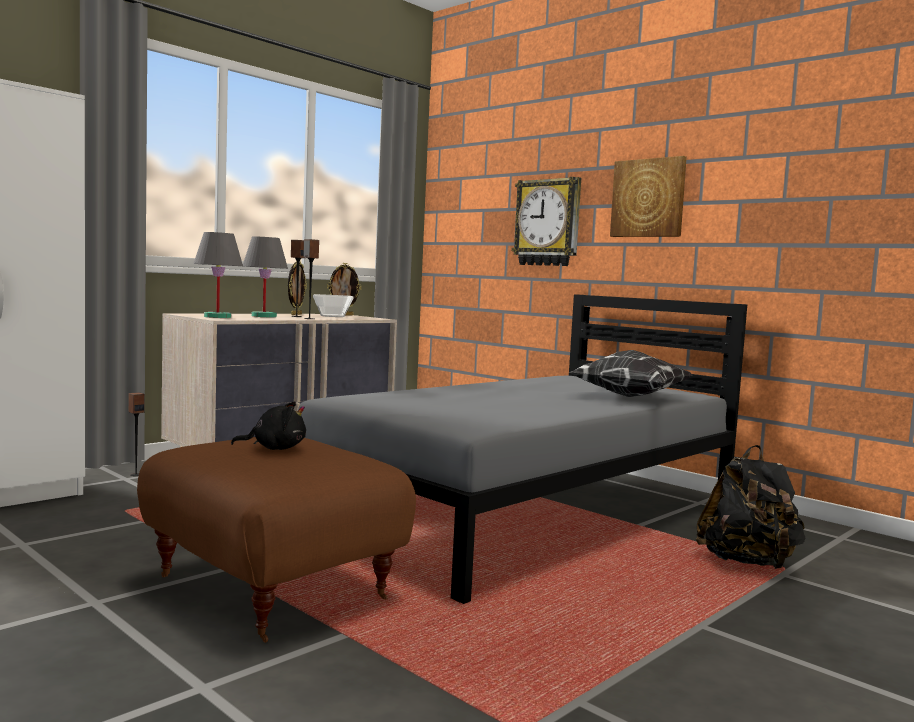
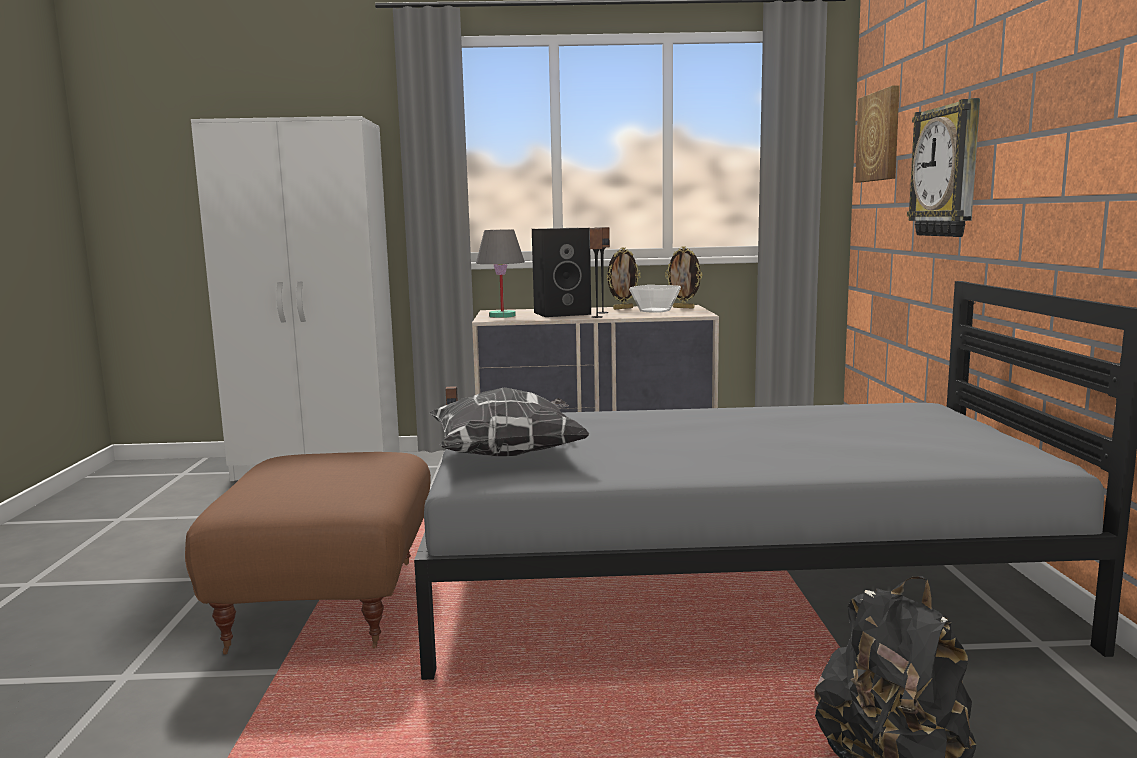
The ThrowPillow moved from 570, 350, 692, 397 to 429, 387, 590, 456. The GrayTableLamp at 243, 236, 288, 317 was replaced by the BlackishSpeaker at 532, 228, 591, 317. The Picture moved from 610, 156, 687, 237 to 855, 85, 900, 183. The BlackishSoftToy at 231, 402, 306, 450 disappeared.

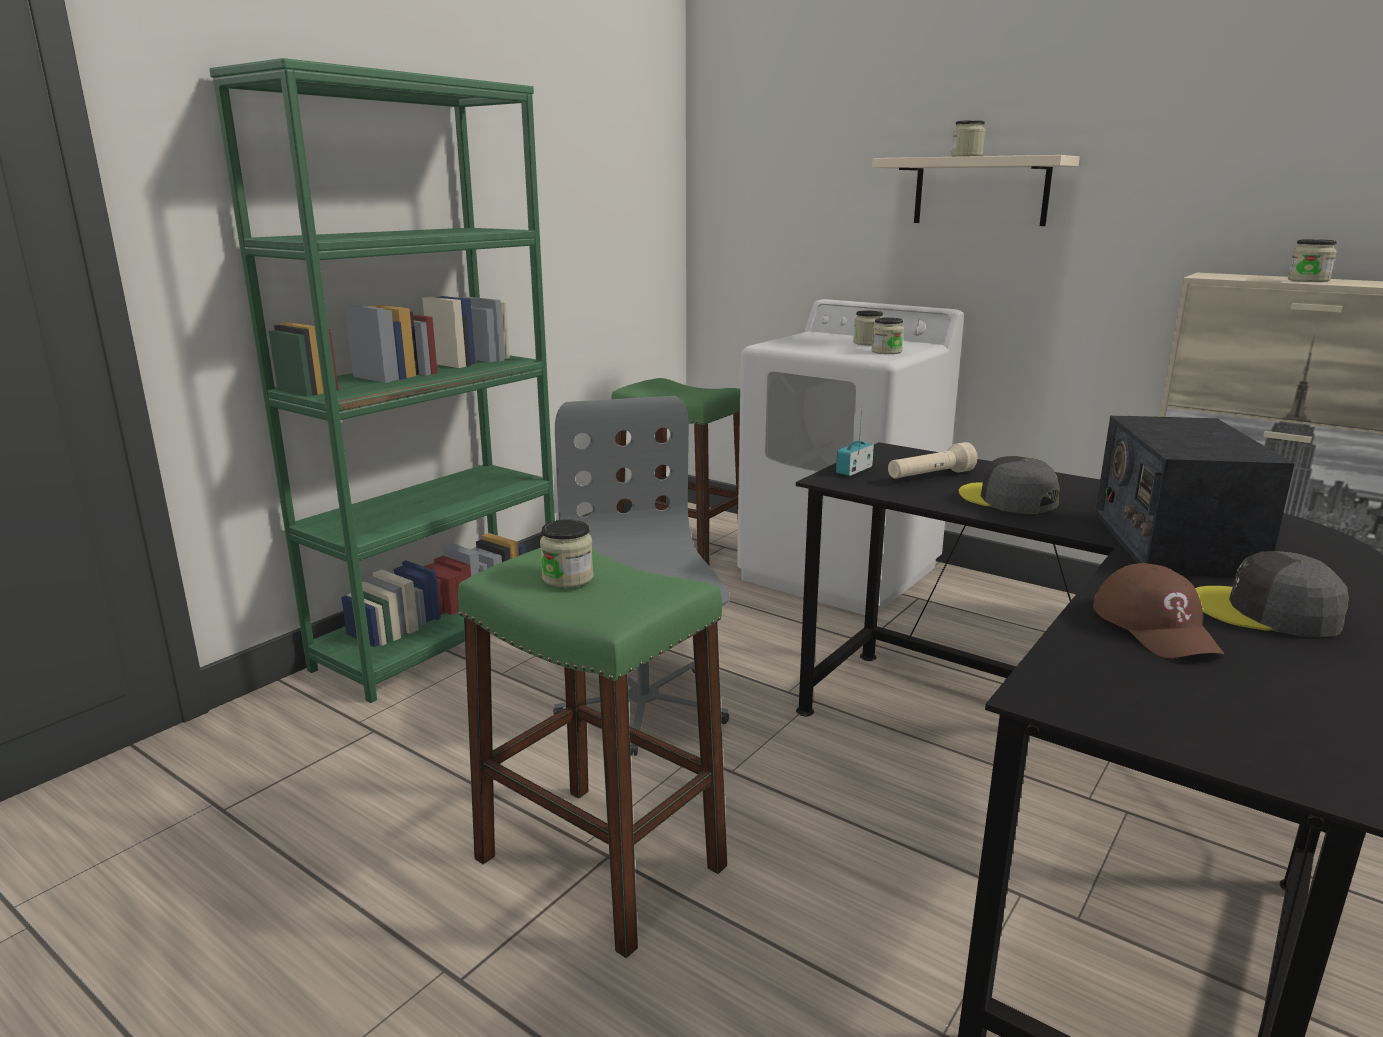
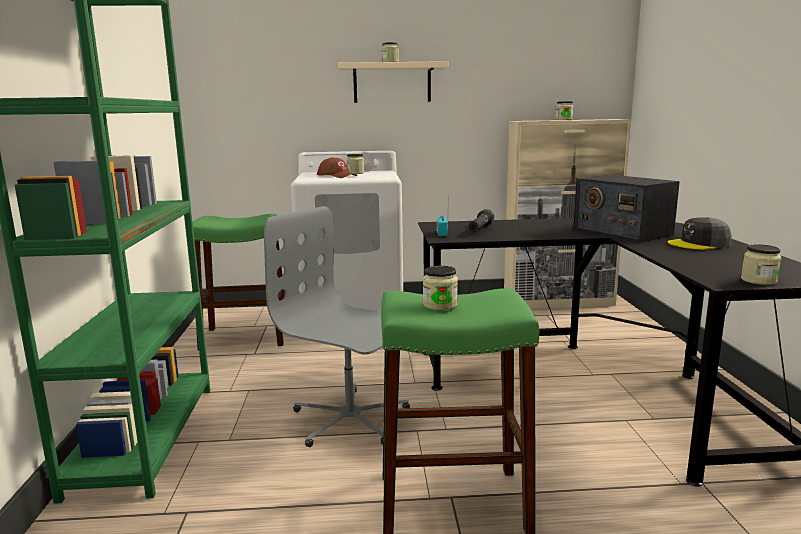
The BrownPeakedCap moved from 1093, 563, 1225, 658 to 317, 157, 357, 178. The BeigeHandTorch at 888, 442, 977, 479 became the BlackishHandTorch at 468, 209, 494, 232. The Jar moved from 871, 317, 904, 354 to 741, 244, 782, 285. The GrayPeakedCap at 959, 456, 1060, 514 disappeared.

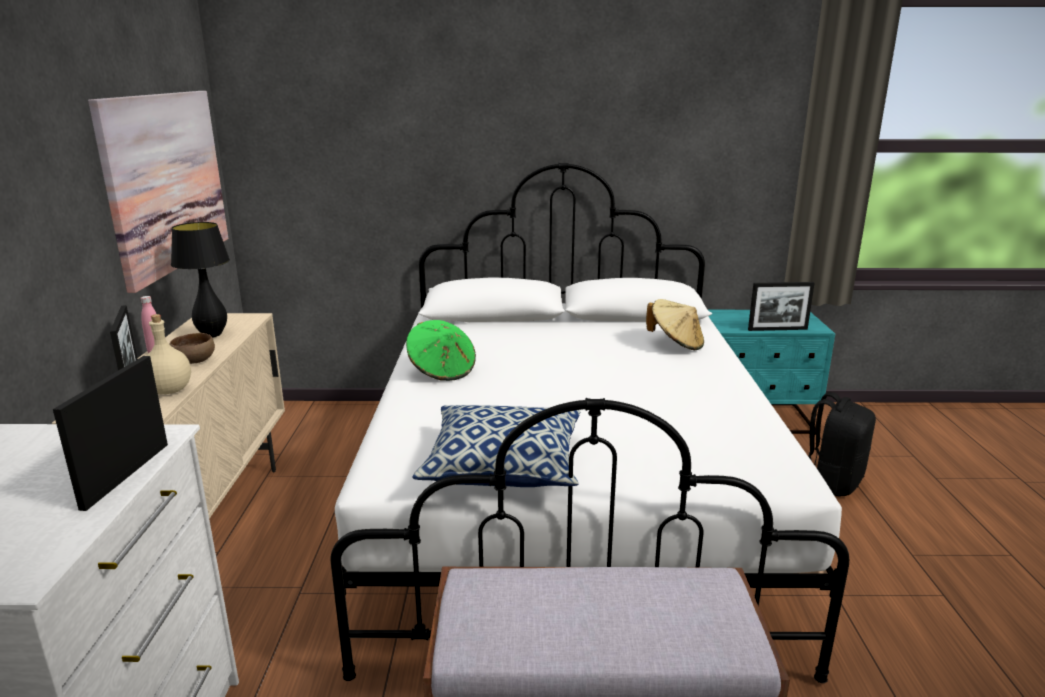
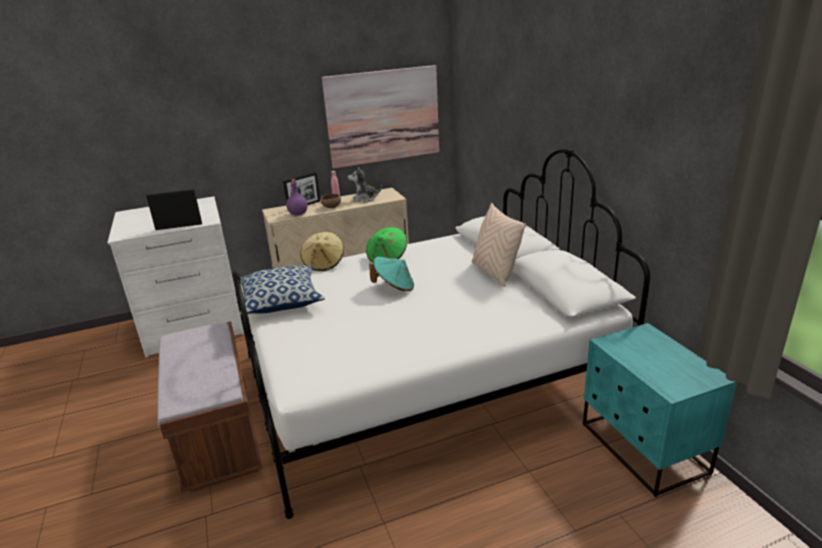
The BeigeBottle at 147, 314, 191, 394 became the PurpleBottle at 286, 179, 308, 216. The BeigeHat moved from 646, 299, 704, 350 to 300, 232, 344, 271. The BlackishTableLamp at 171, 222, 230, 338 was replaced by the SoftToy at 348, 167, 382, 203. The BlueGreenHat at 369, 257, 414, 291 appeared. The BeigeThrowPillow at 472, 203, 526, 287 appeared. The StandingFrame at 748, 282, 815, 331 disappeared. The BlackishKnapsack at 808, 392, 876, 496 disappeared.

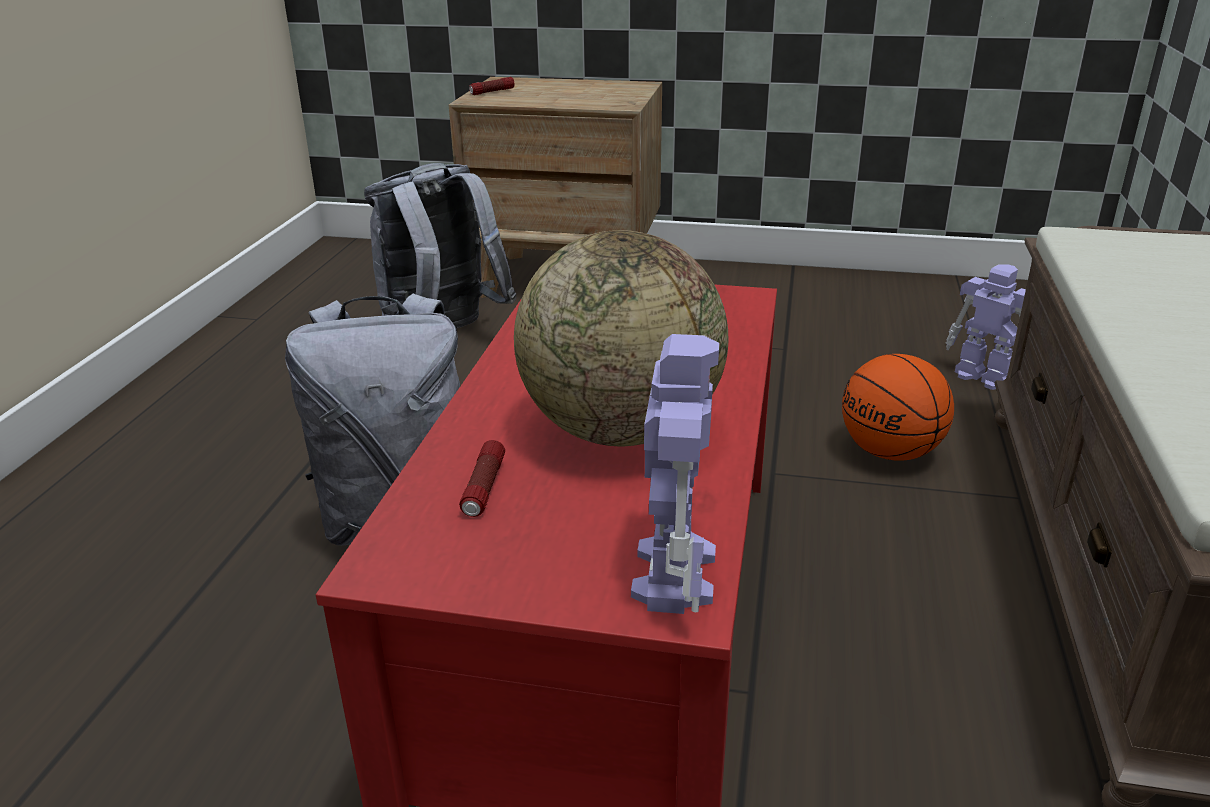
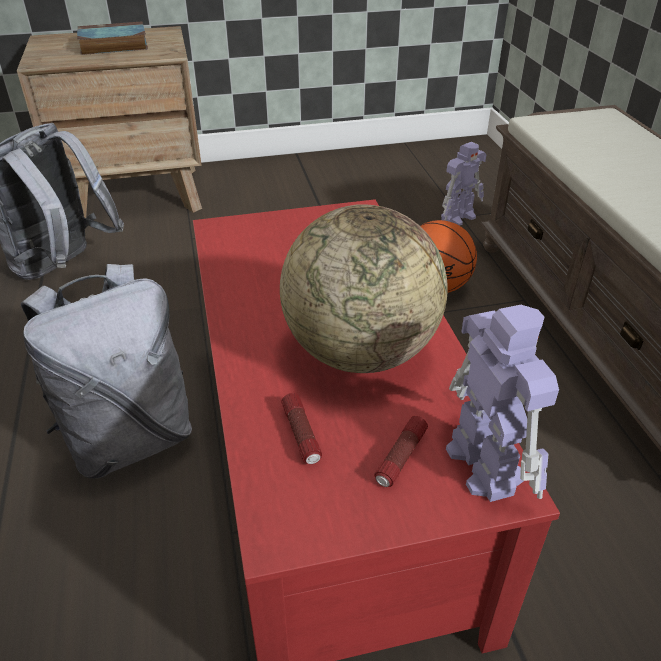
The Volume at 77, 21, 148, 55 appeared. The HandTorch moved from 469, 77, 515, 95 to 375, 416, 428, 487. The RobotFigure at 946, 264, 1026, 390 turned 120 degrees clockwise.

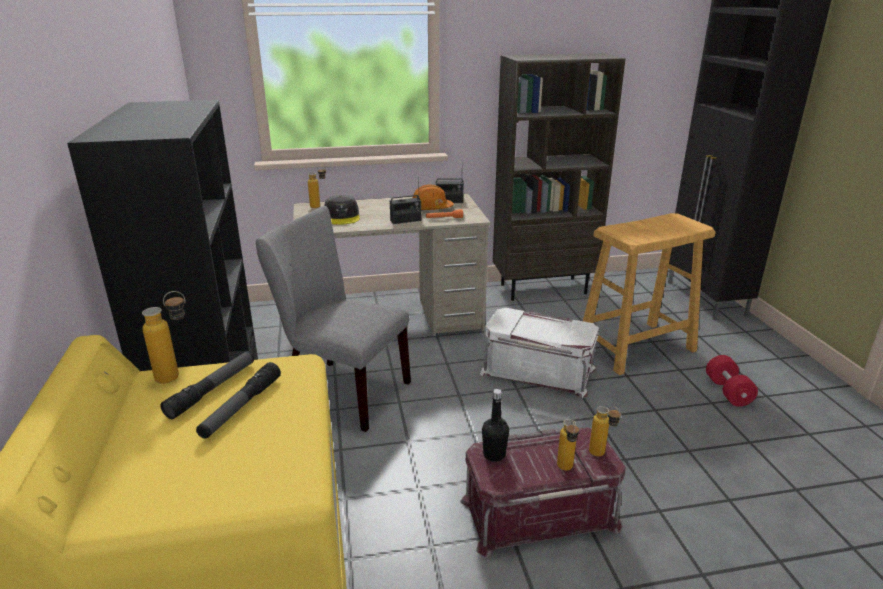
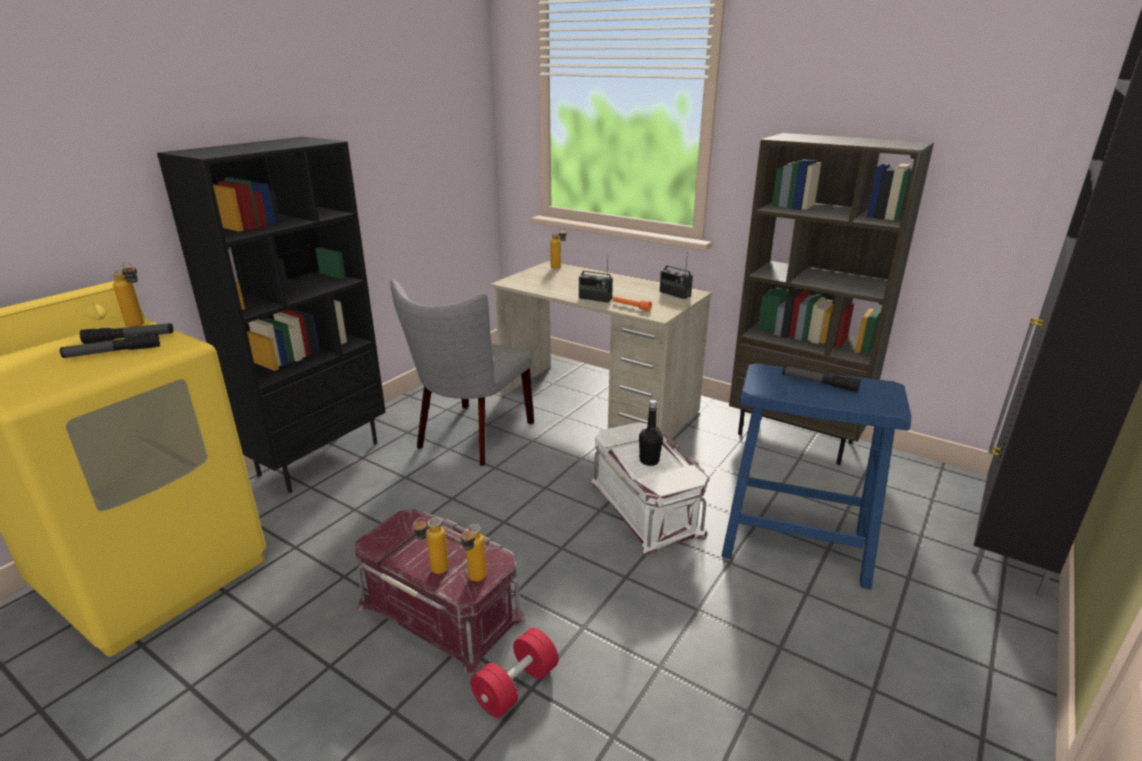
The GrayUprightChair at 256, 206, 411, 432 turned 135 degrees counterclockwise. The RedColouredFreeWeight moved from 706, 355, 758, 407 to 471, 628, 559, 718. The BlackishBottle moved from 482, 389, 509, 462 to 639, 400, 663, 466. The BeigeStool at 583, 213, 716, 375 became the BlueColouredStool at 721, 363, 911, 589. The HandTorch at 782, 366, 861, 393 appeared. The GrayPeakedCap at 324, 195, 360, 225 disappeared. The OrangeColouredSafetyHelmet at 412, 184, 454, 211 disappeared.

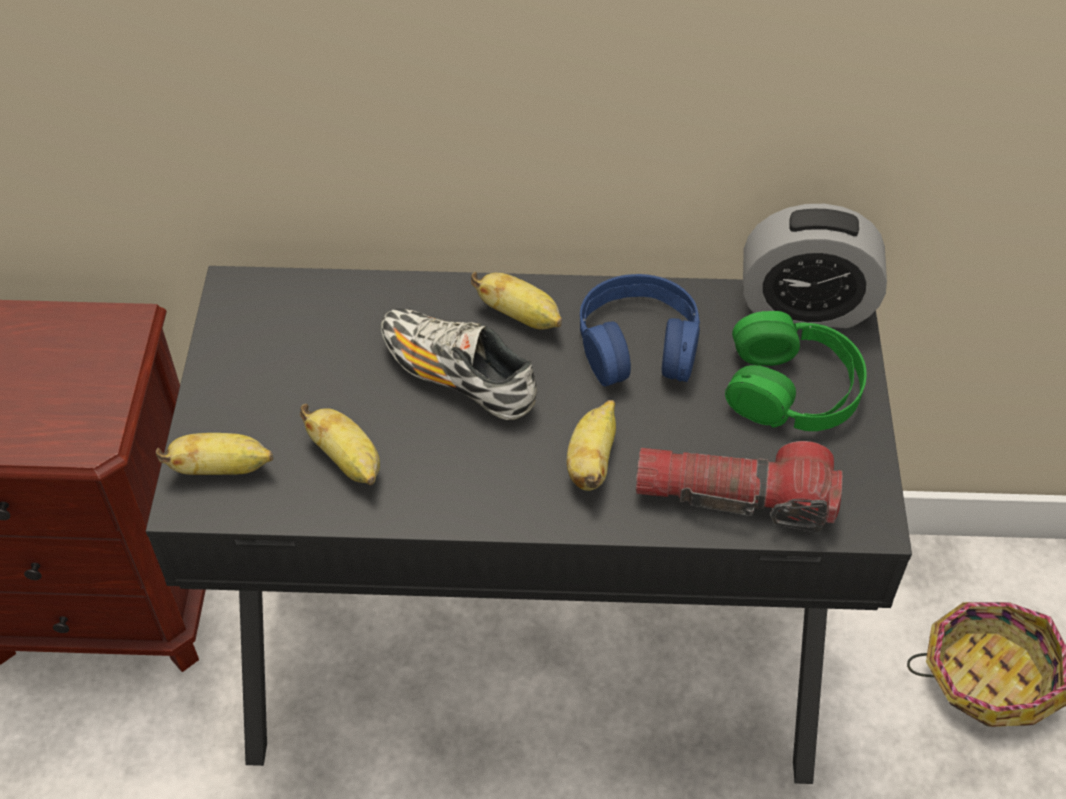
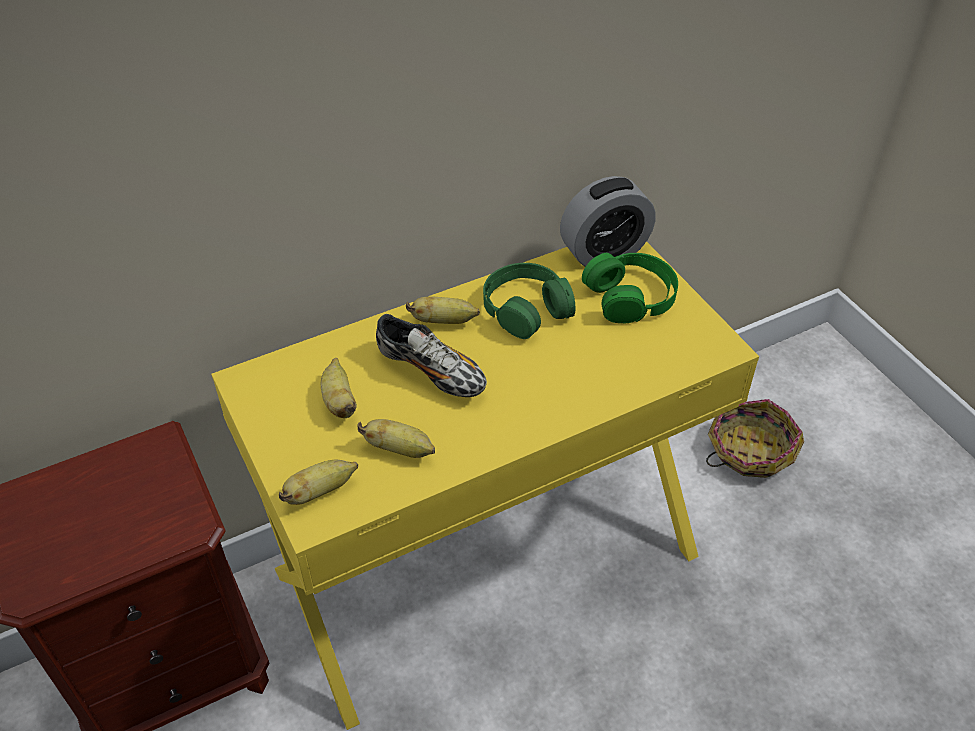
The BlackishDeskUnit at 146, 266, 912, 784 became the YellowColouredDeskUnit at 211, 242, 759, 730. The WholeBanana moved from 567, 400, 616, 491 to 321, 358, 357, 418. The LowShoe at 381, 308, 537, 420 turned 150 degrees counterclockwise. The BlueColouredHeadset at 580, 274, 700, 386 became the GreenHeadset at 483, 263, 575, 339. The HandTorch at 636, 441, 842, 532 disappeared.

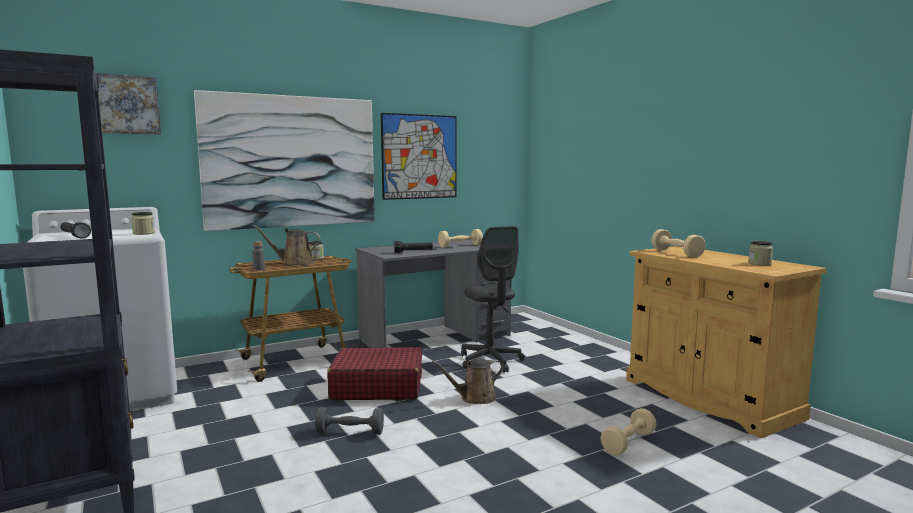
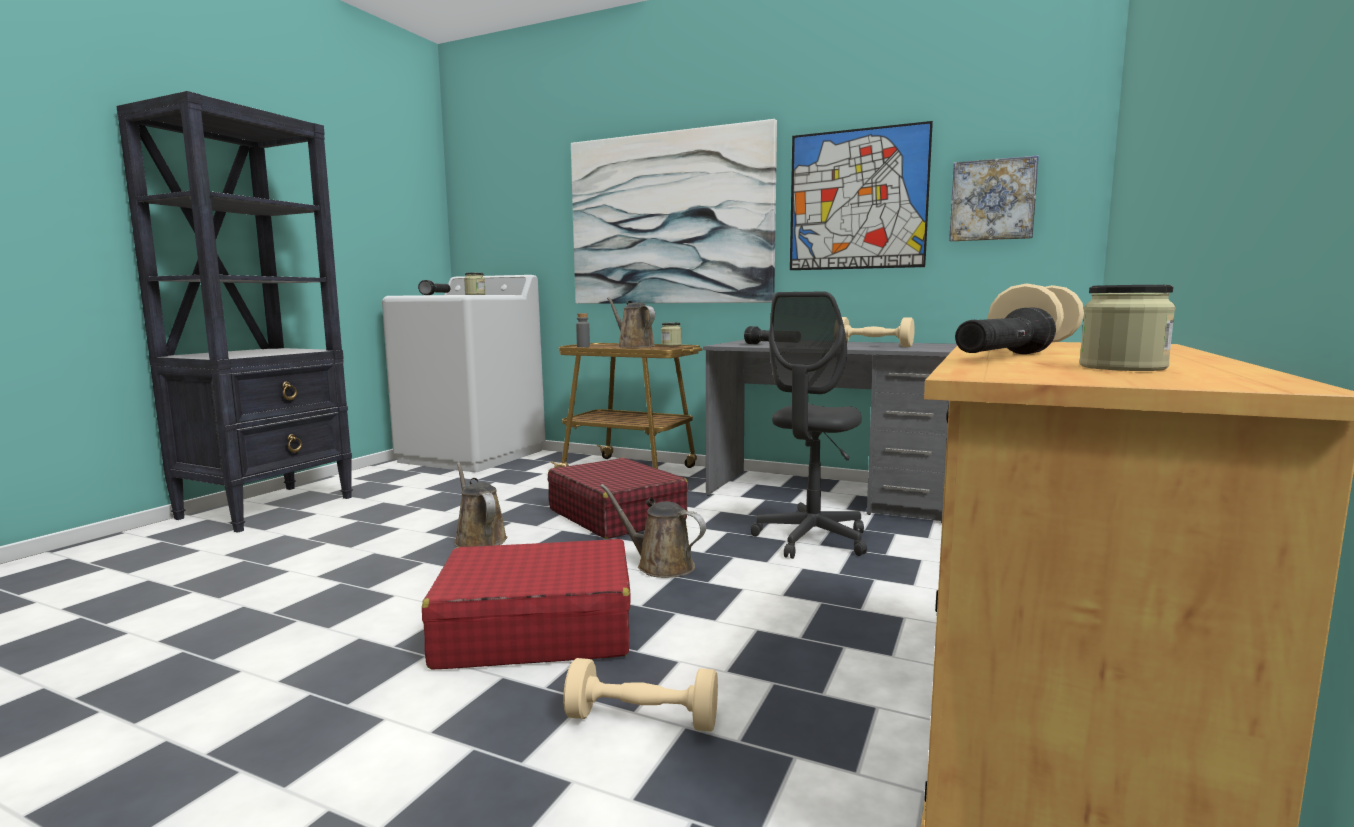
The RedColouredSuitcase at 422, 539, 631, 669 appeared. The GrayFreeWeight at 315, 407, 384, 435 was replaced by the BrownSprinklingCan at 454, 462, 508, 547. The Picture moved from 95, 73, 161, 135 to 949, 155, 1039, 241. The BlackishHandTorch at 955, 308, 1056, 354 appeared.

